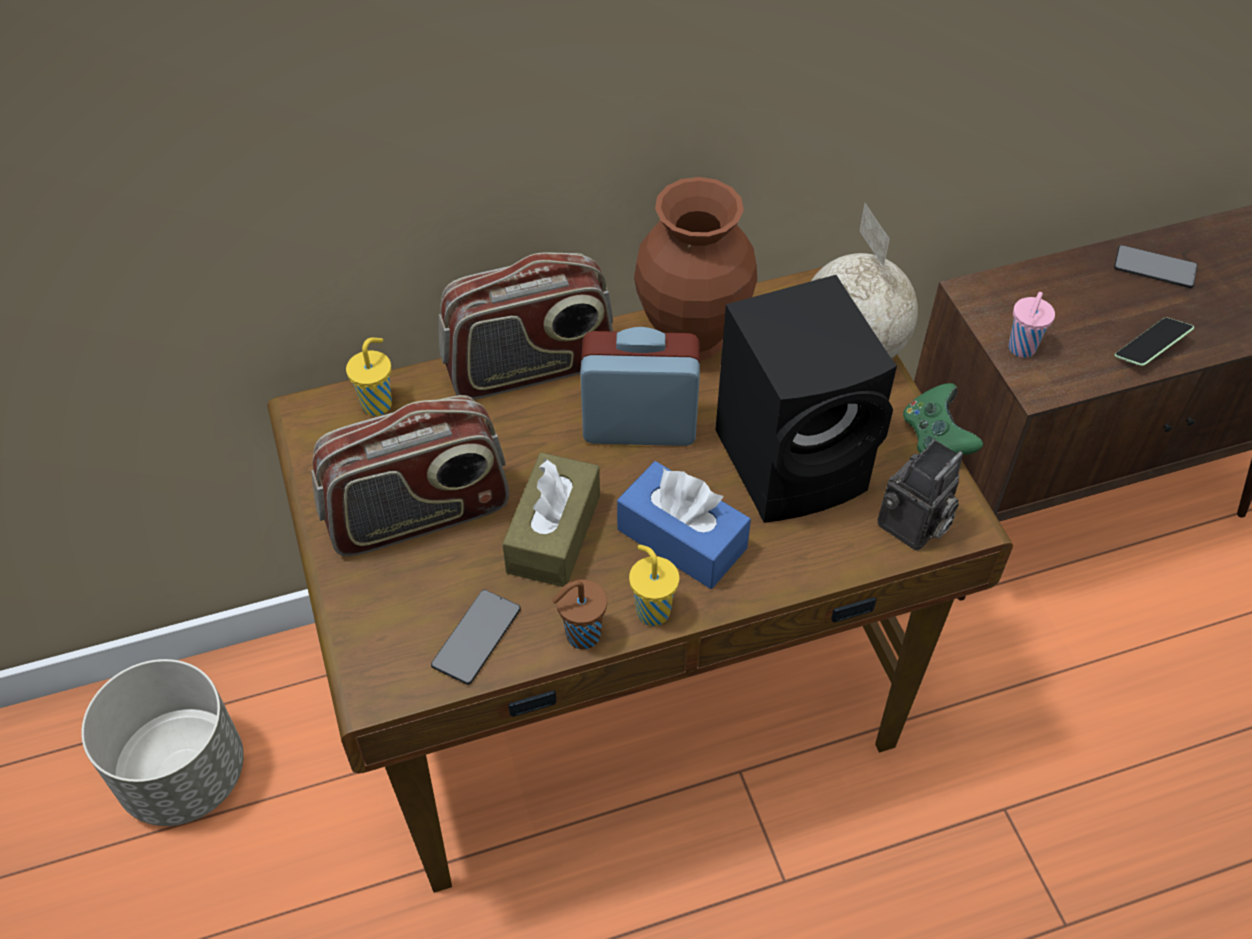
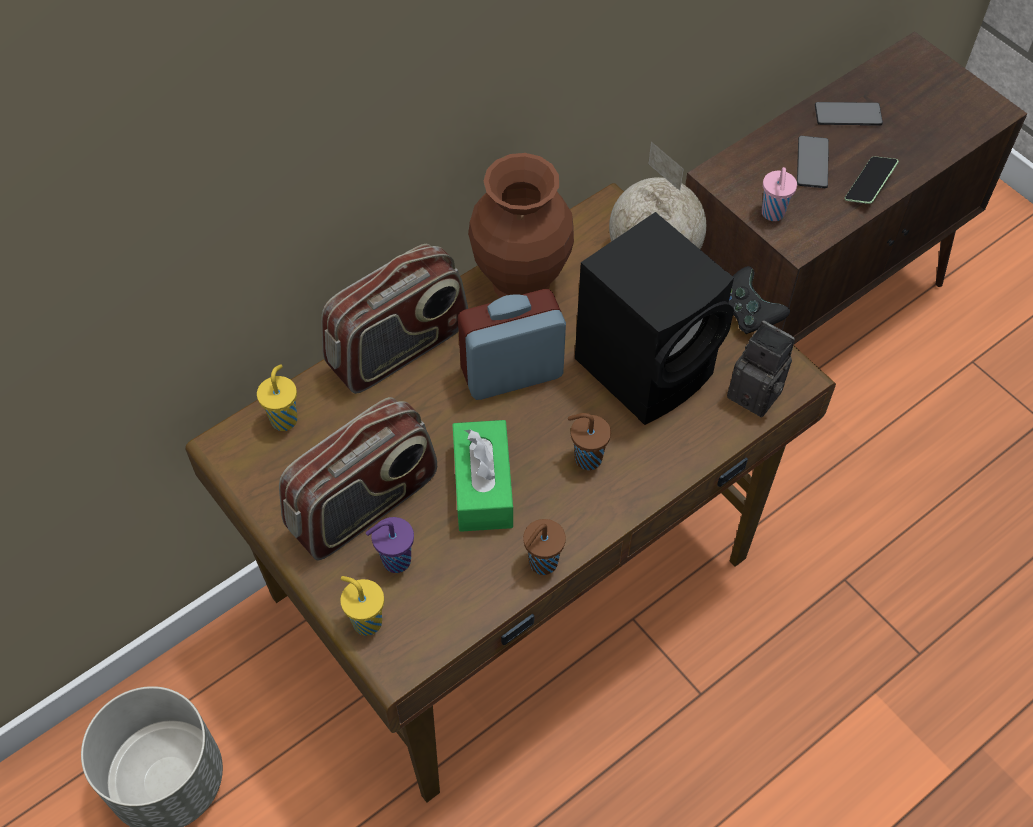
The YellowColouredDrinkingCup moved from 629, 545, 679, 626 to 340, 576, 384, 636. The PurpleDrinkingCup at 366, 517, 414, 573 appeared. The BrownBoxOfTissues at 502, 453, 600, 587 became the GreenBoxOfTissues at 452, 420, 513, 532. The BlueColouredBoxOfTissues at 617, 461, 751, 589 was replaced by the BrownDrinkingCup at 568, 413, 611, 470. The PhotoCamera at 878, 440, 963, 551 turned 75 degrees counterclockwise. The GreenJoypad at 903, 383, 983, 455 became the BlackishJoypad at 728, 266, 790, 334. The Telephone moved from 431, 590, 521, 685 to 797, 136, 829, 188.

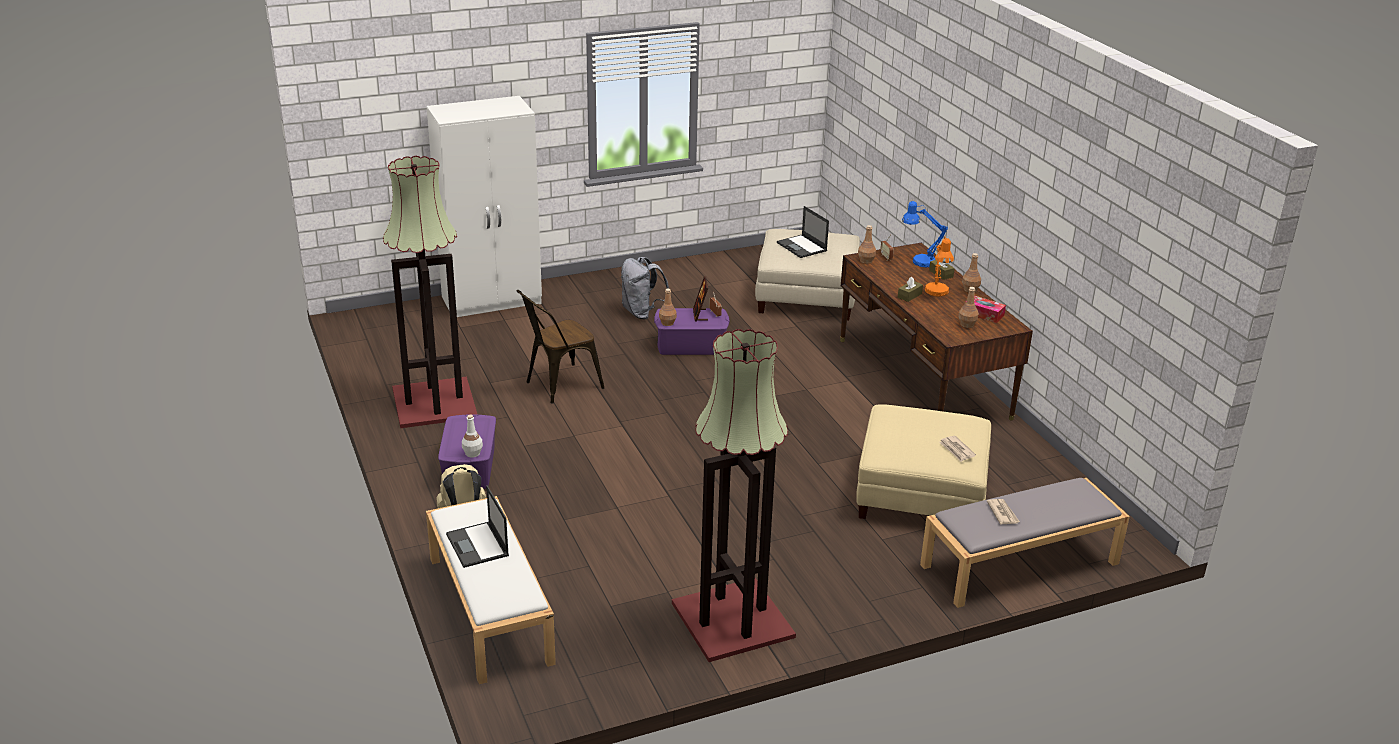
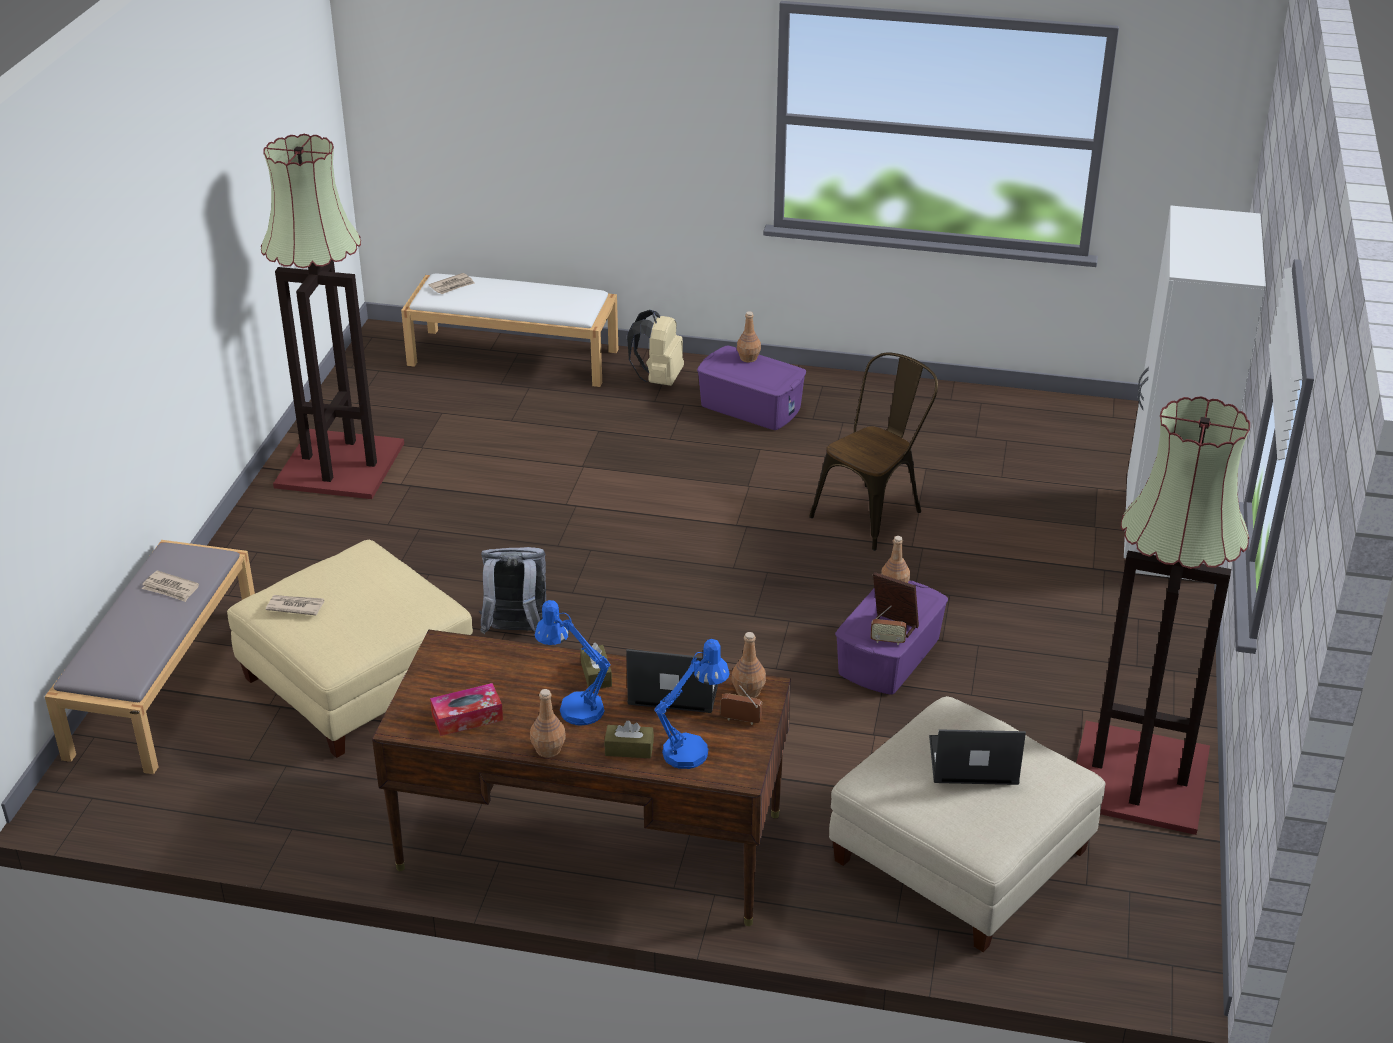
The PrintedPaper at 429, 273, 475, 294 appeared. The GrayKnapsack moved from 621, 257, 669, 319 to 479, 547, 546, 634. The OrangeColouredTableLamp at 925, 237, 954, 297 became the BlueColouredTableLamp at 535, 600, 611, 726. The Laptop moved from 446, 485, 509, 568 to 626, 649, 718, 713. The BrownBottle moved from 958, 287, 978, 328 to 737, 311, 761, 363. The BrownUprightChair at 516, 290, 604, 404 turned 45 degrees clockwise. The StandardLamp moved from 383, 156, 477, 428 to 1076, 396, 1250, 835. The WhitishBottle at 462, 415, 483, 458 disappeared.

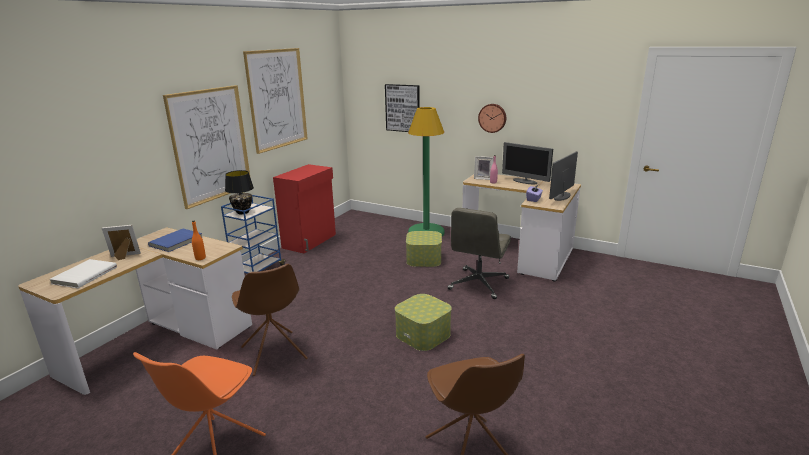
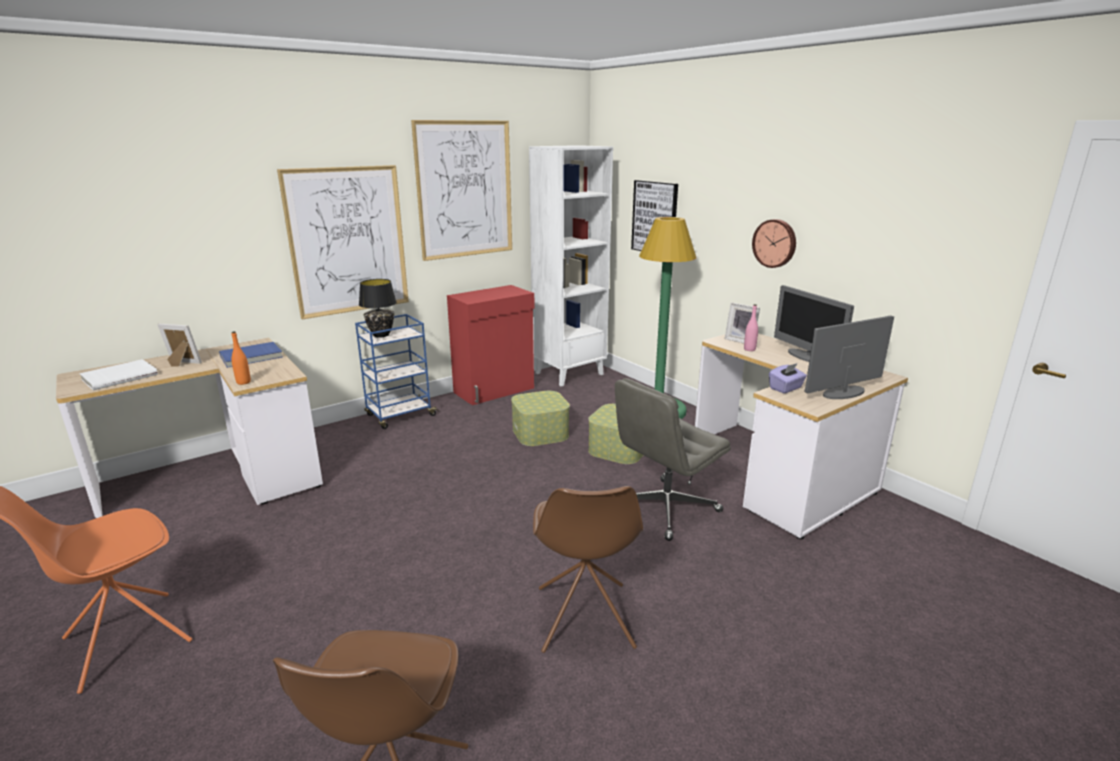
The StorageContainer moved from 395, 294, 452, 351 to 511, 391, 570, 446. The WhitishShelvingUnit at 529, 145, 613, 386 appeared. The BrownUprightChair moved from 232, 264, 308, 376 to 533, 486, 643, 653.

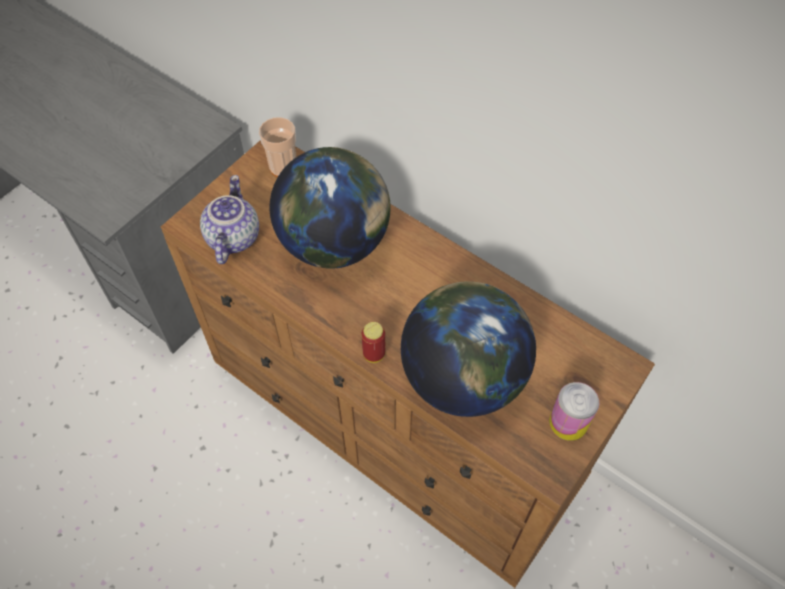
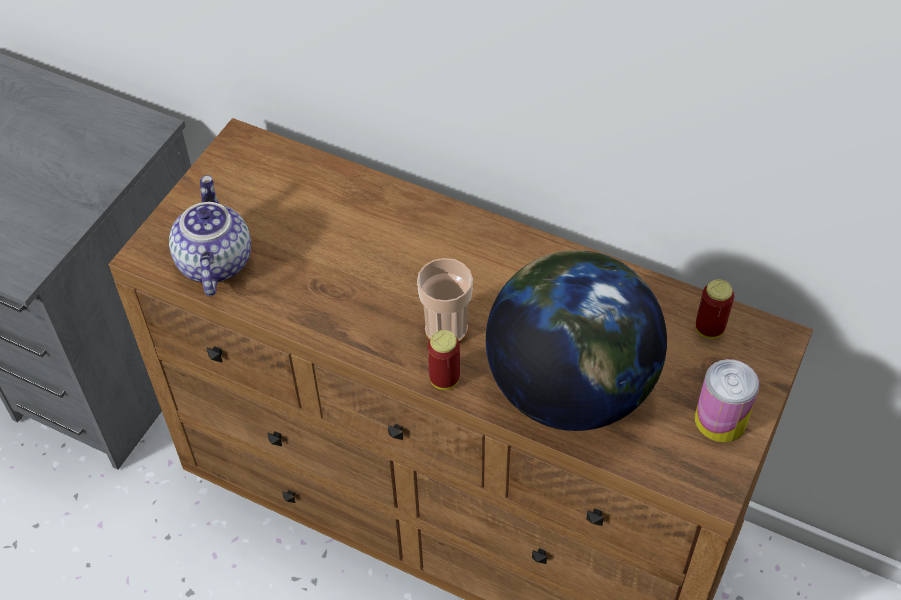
The DrinkingCup moved from 259, 117, 296, 177 to 417, 258, 473, 343. The MetalCan at 695, 279, 734, 339 appeared. The Globe at 270, 147, 391, 269 disappeared.

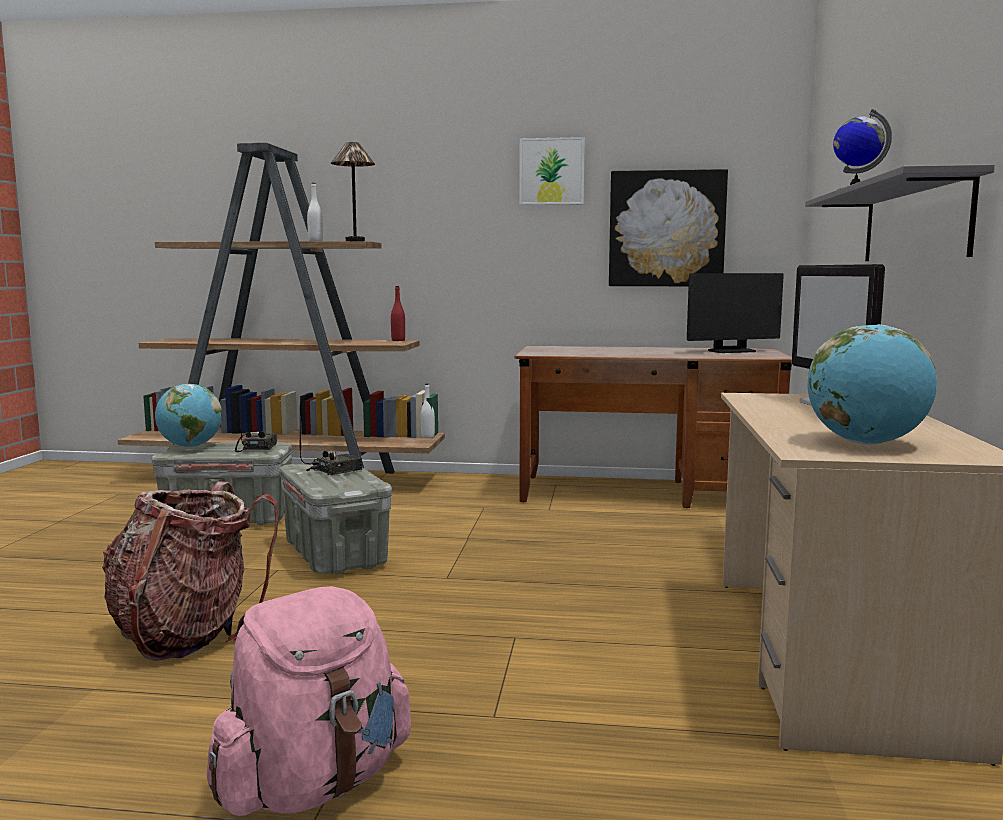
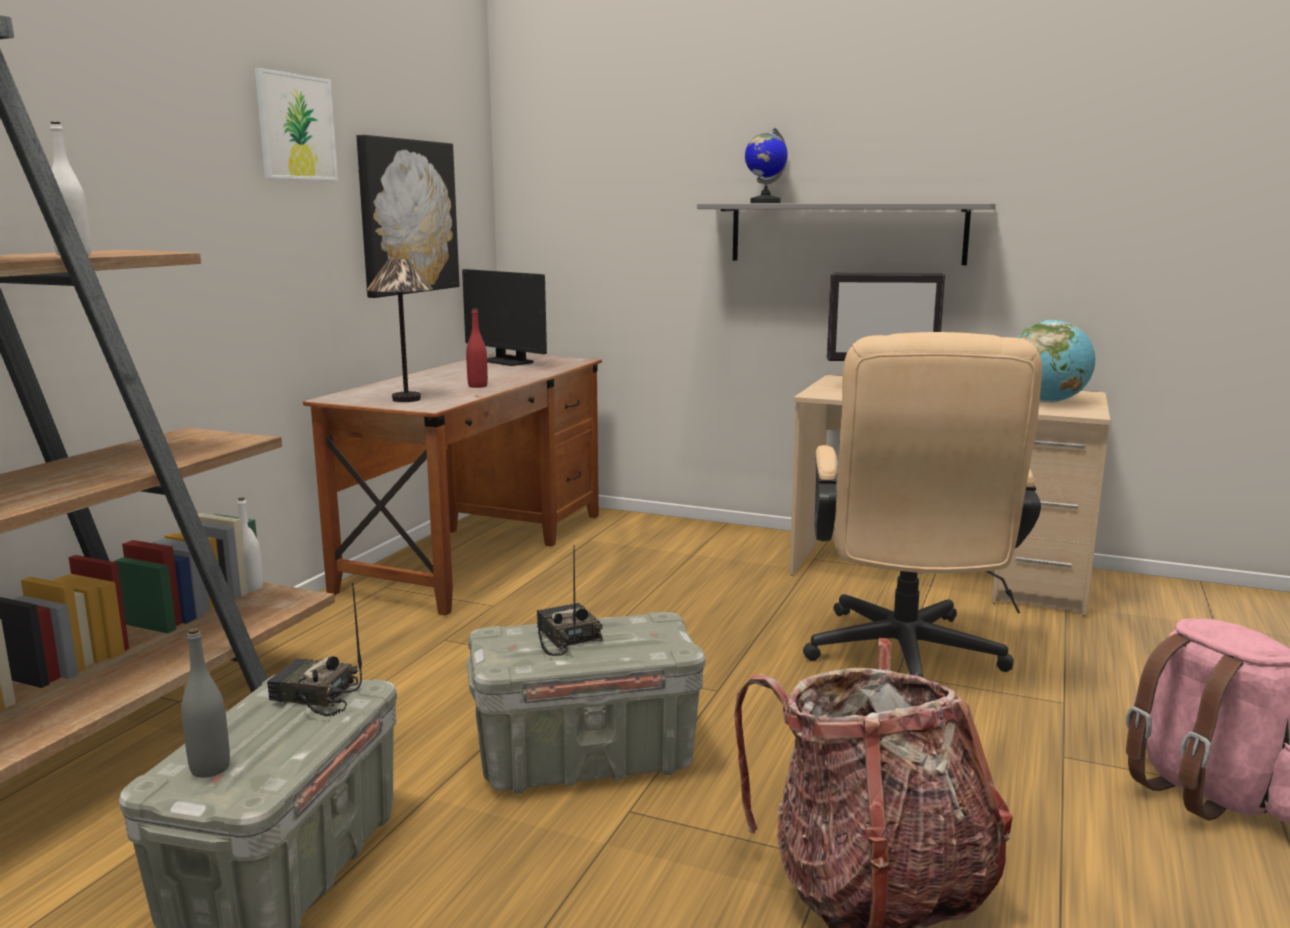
The Globe at 155, 384, 222, 447 was replaced by the GrayBottle at 181, 628, 230, 778. The TableLamp moved from 331, 142, 375, 241 to 366, 258, 433, 402. The ComputerScreen at 687, 273, 784, 353 turned 135 degrees clockwise. The RedColouredBottle moved from 391, 286, 405, 341 to 466, 308, 488, 388. The BeigeOfficeChair at 803, 332, 1042, 678 appeared.

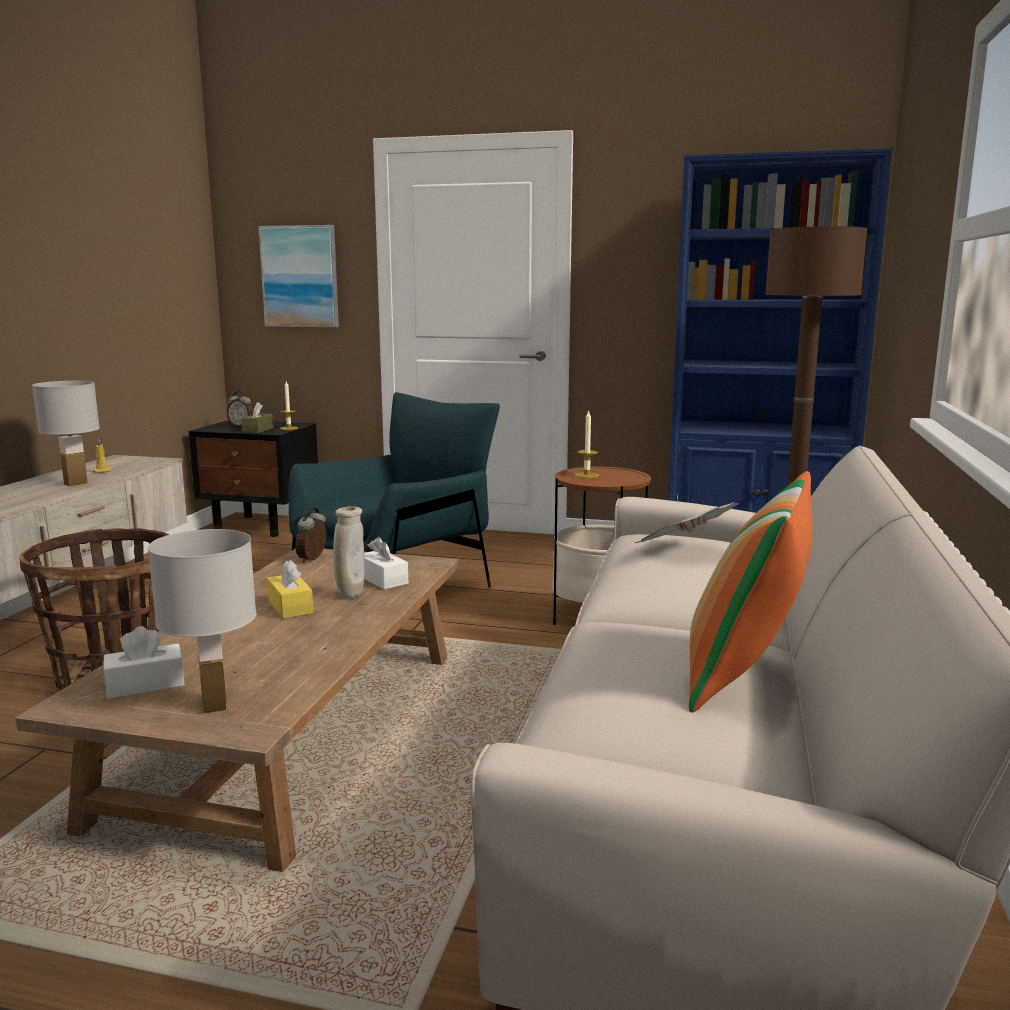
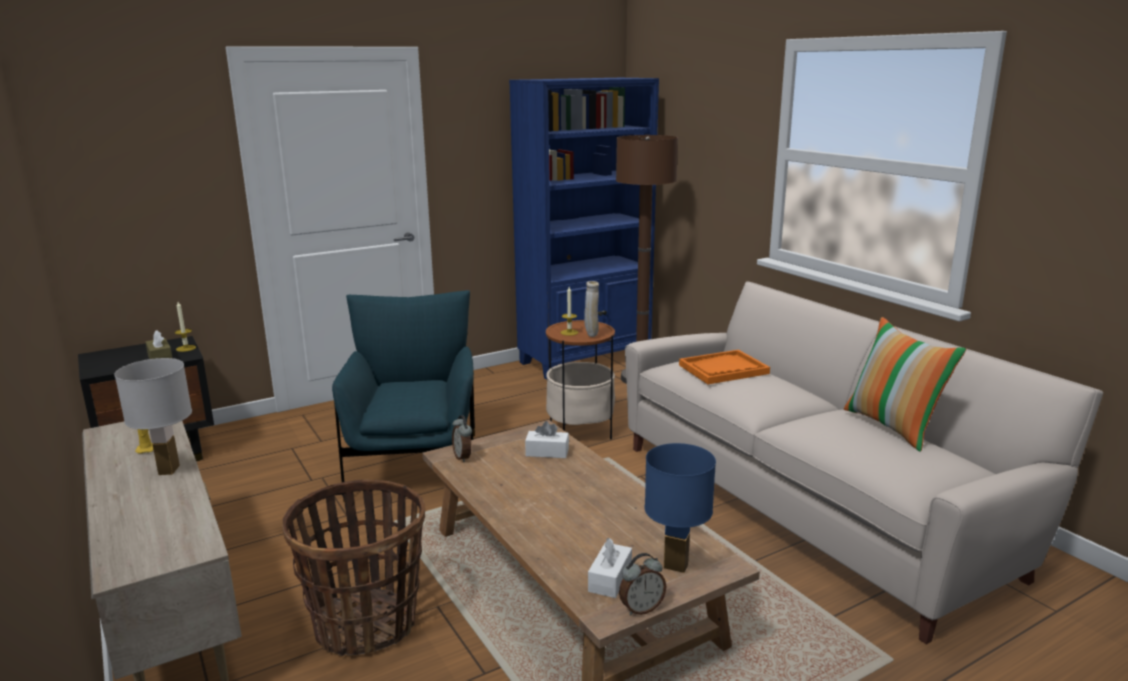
The BeigeVase moved from 333, 506, 365, 598 to 584, 281, 599, 337. The AlarmClock moved from 227, 391, 253, 426 to 619, 553, 666, 615. The WhitishTableLamp at 148, 529, 256, 714 became the BlueColouredTableLamp at 644, 443, 716, 573. The PrintedPaper at 635, 502, 739, 543 was replaced by the OrangeColouredTray at 679, 350, 770, 384. The Picture at 258, 225, 339, 327 disappeared. The YellowColouredBoxOfTissues at 267, 560, 313, 619 disappeared.

